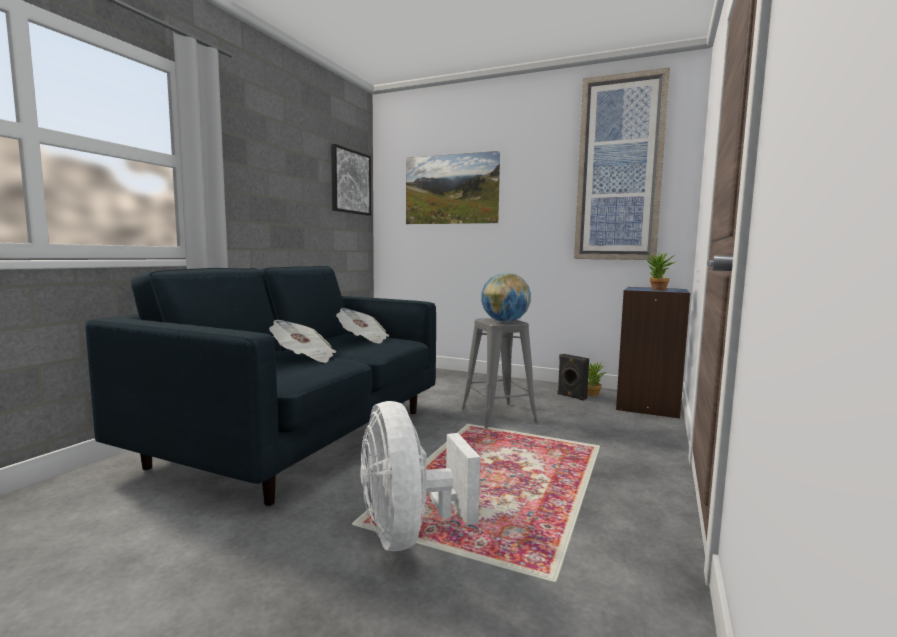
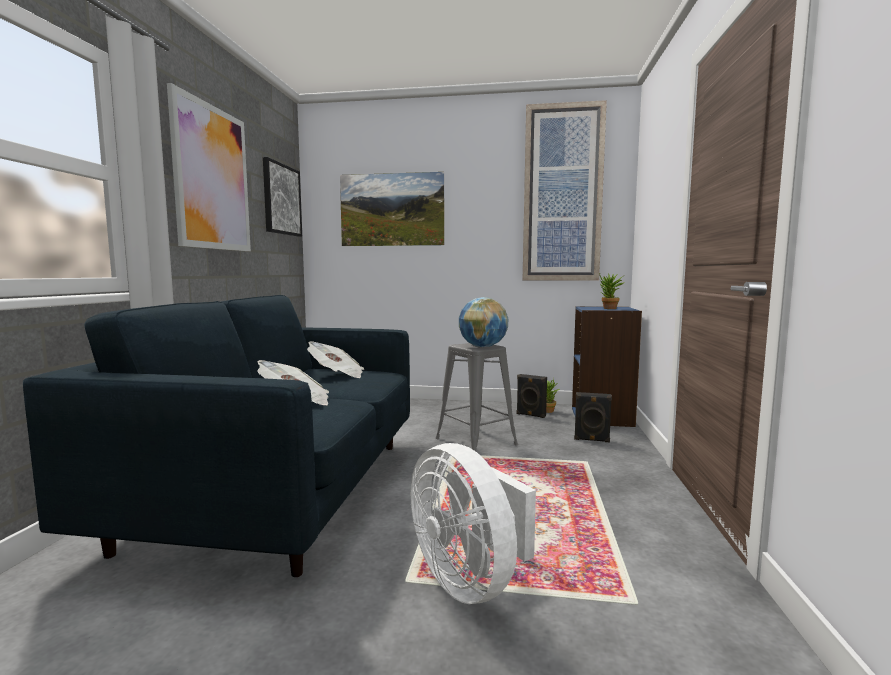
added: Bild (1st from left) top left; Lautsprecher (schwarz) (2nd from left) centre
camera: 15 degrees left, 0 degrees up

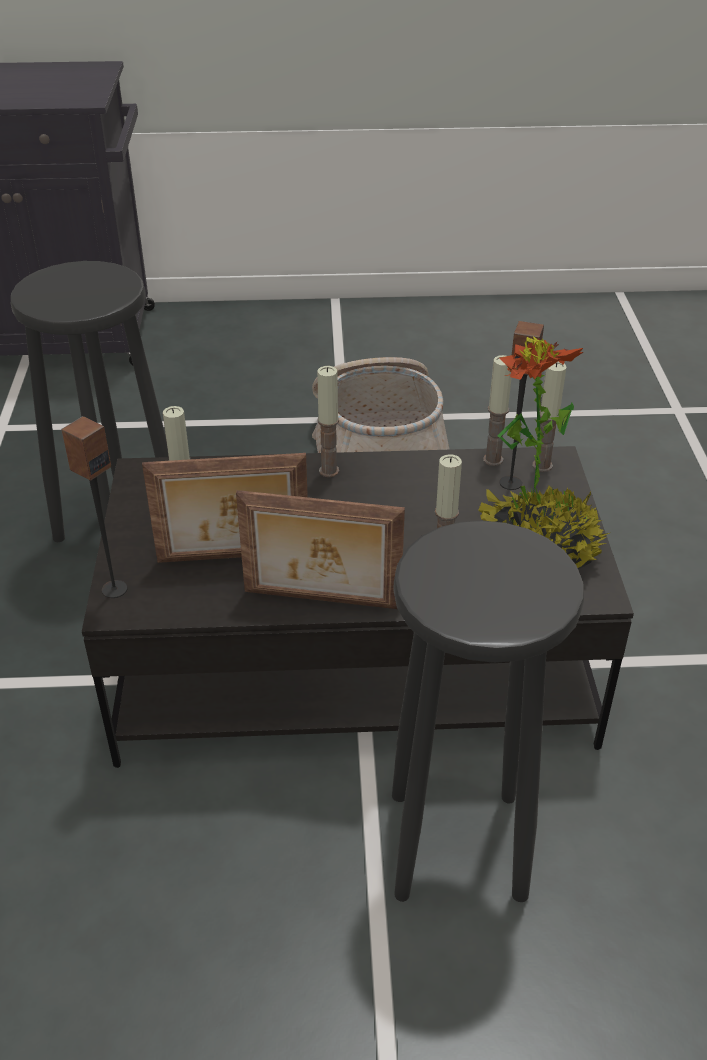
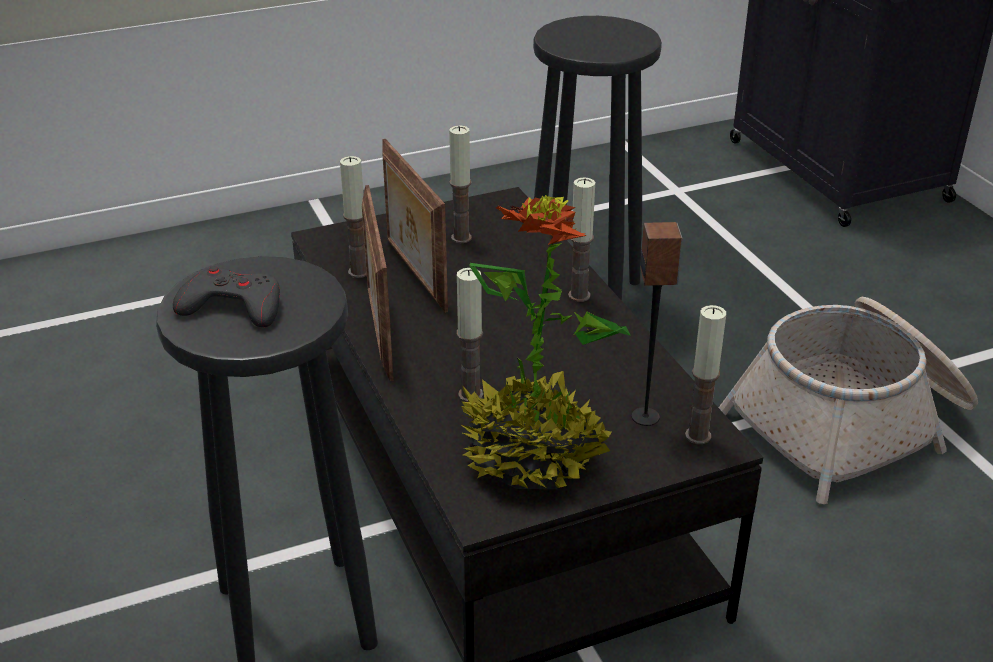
removed: Lautsprecher (1st from left) middle left
added: Gamepad (grau) middle left
moved: Kerze (4th from left in the first image) middle right to Kerze (1st from left) top centre
camera: 70 degrees right, 5 degrees down

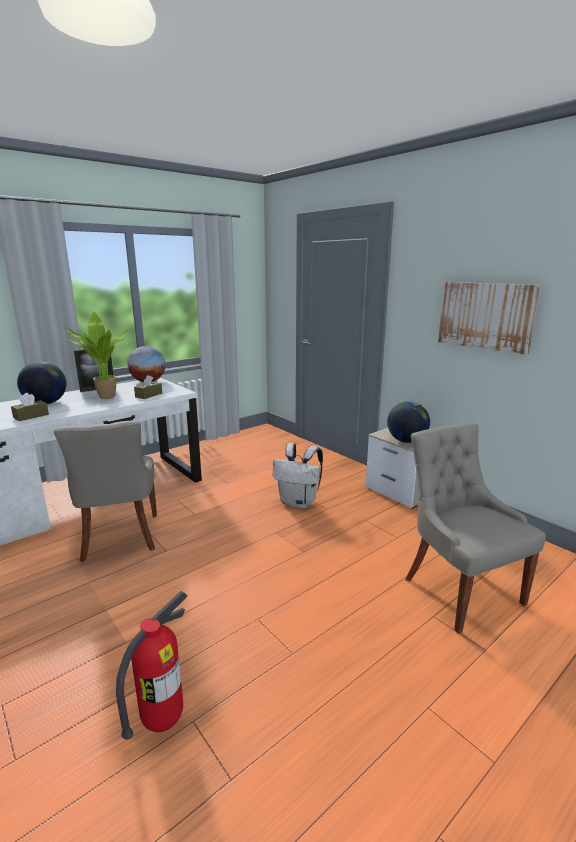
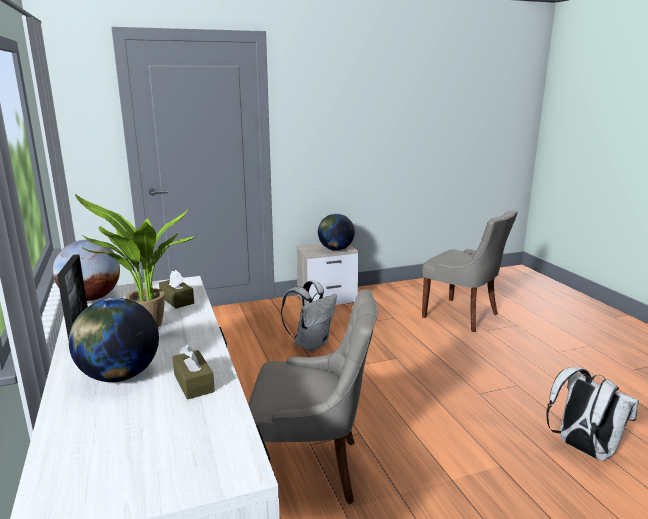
removed: Bild middle right
replaced: Feuerlöscher bottom left to Rucksack (weiß) (2nd from left) bottom right
turned: Stuhl (grau) (2nd from left) middle right = middle right 135 degrees counterclockwise
camera: 70 degrees left, 0 degrees up

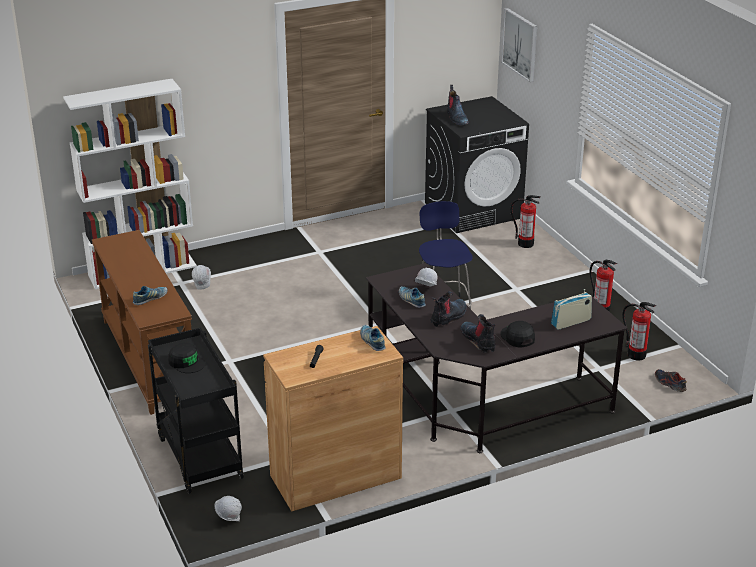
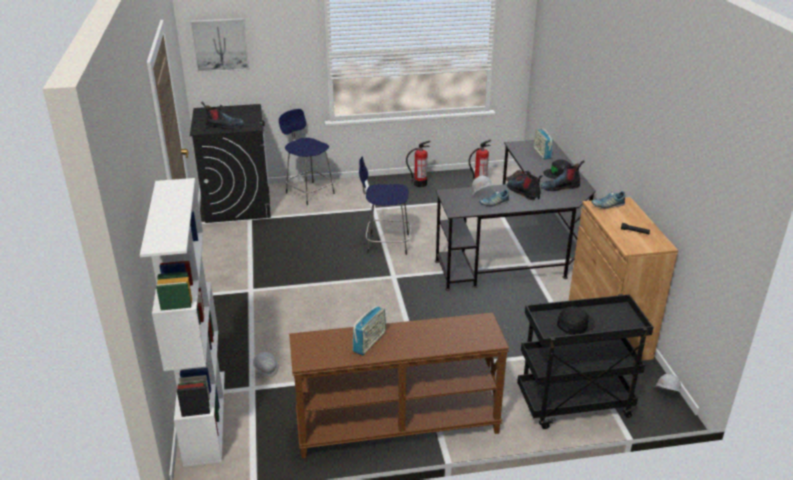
removed: Schuh (1st from left) middle left
added: Radio (1st from left) bottom centre
replaced: Feuerlöscher (1st from left) middle right to Hocker (blau) (1st from left) top centre
camera: 75 degrees left, 0 degrees up

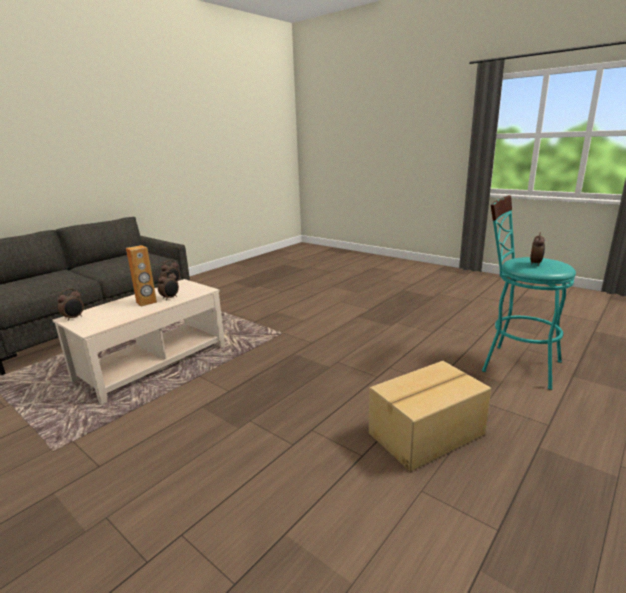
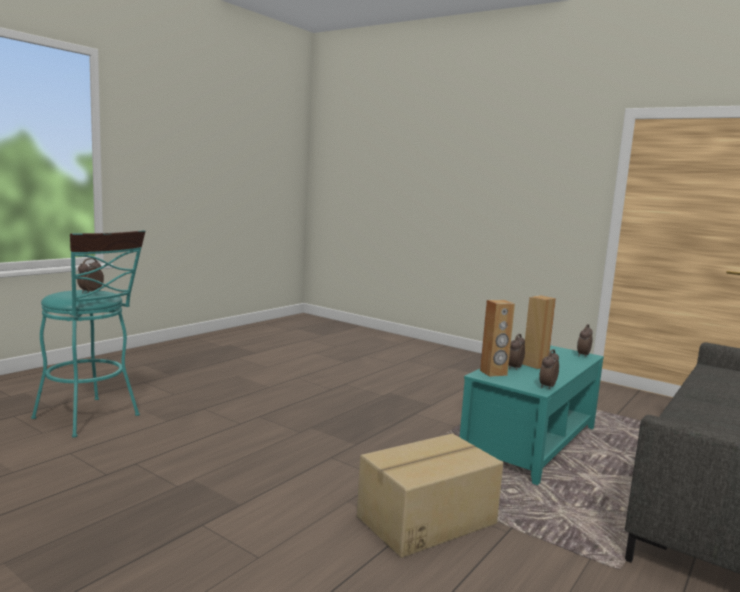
added: Lautsprecher (braun) (1st from left) middle right
moved: Karton bottom right to bottom centre
recoloured: Couchtisch (beige) middle left to Couchtisch (türkis) bottom right
camera: 175 degrees right, 10 degrees down

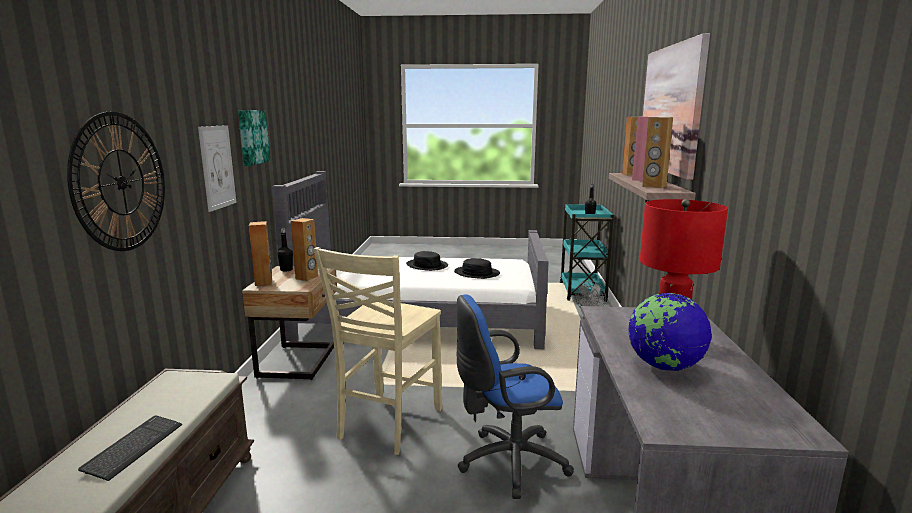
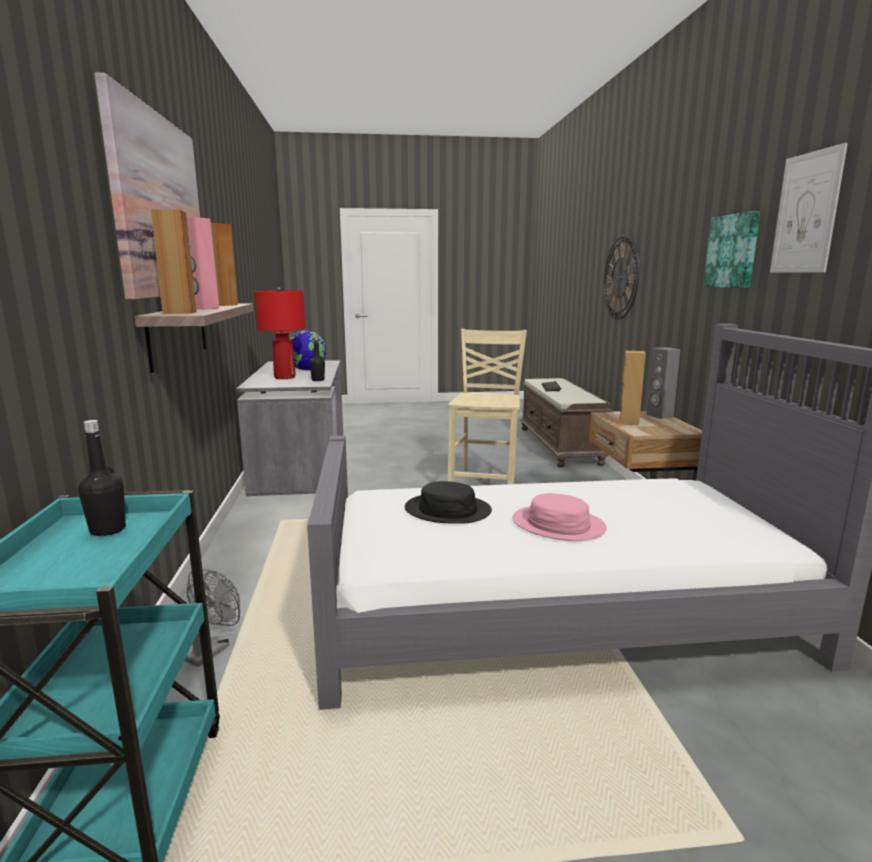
removed: Bürostuhl (blau) bottom centre
moved: Flasche (schwarz) (1st from left in the first image) middle left to Flasche (schwarz) (2nd from left) centre; Bild (1st from left in the first image) top left to Bild (3rd from left) top right
recoloured: Hut (schwarz) (1st from left) centre to Hut (rosa) centre; Lautsprecher (braun) (1st from left) middle left to Lautsprecher (grau) middle right
camera: 170 degrees right, 0 degrees up

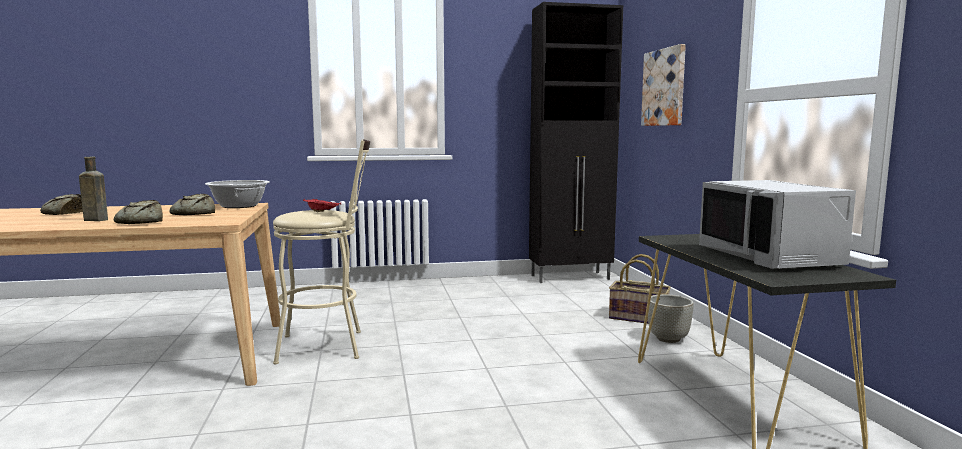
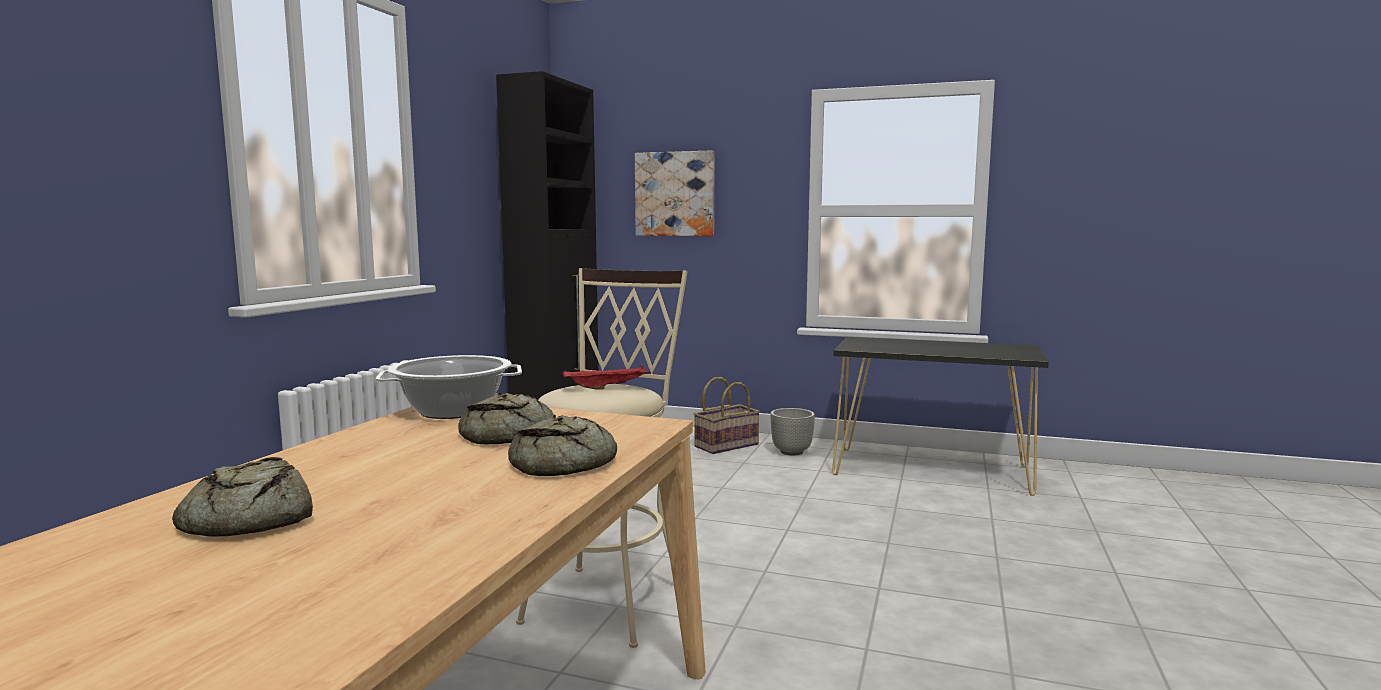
removed: Flasche (braun) middle left; Mikrowelle (grau) middle right
camera: 60 degrees left, 0 degrees up

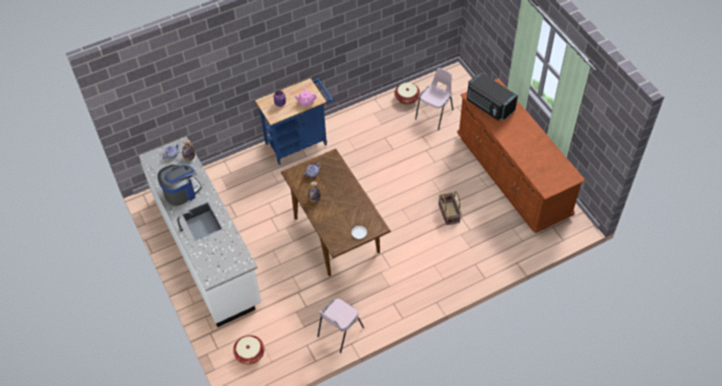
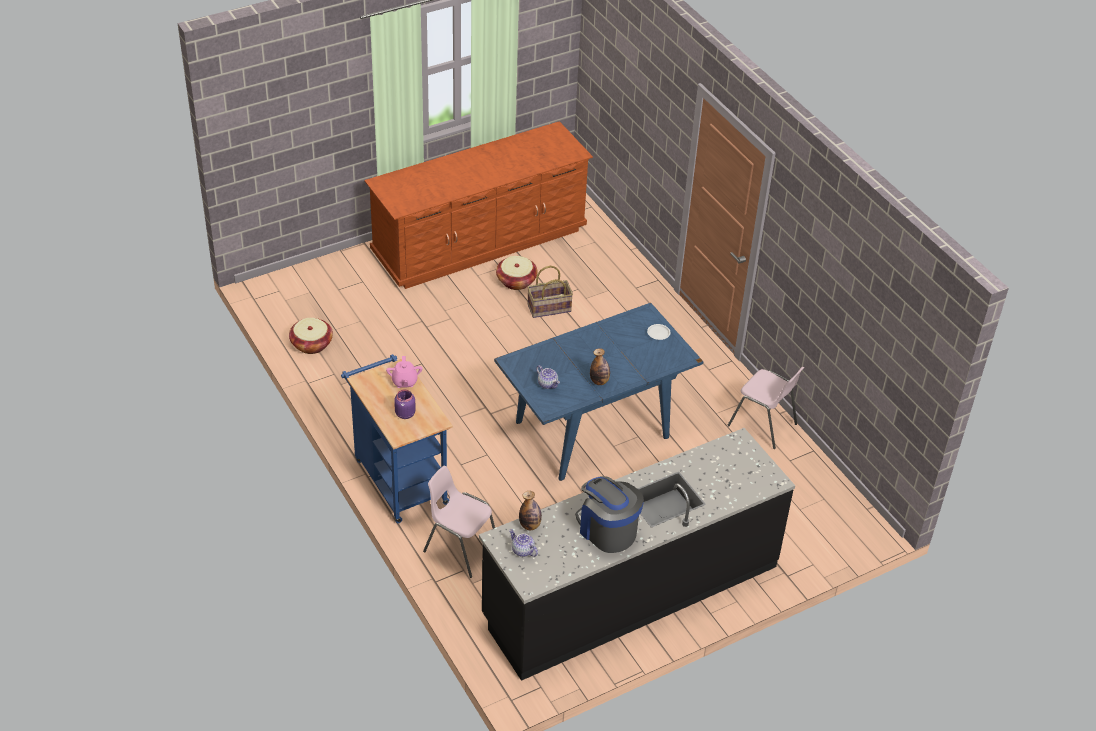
removed: Mikrowelle (schwarz) top right
moved: Stuhl (rosa) (2nd from left in the first image) top centre to Stuhl (rosa) (1st from left) bottom centre; Korb (1st from left in the first image) bottom centre to Korb (2nd from left) centre
recoloured: Küchenzeile (weiß) middle left to Küchenzeile (schwarz) bottom centre; Esstisch (braun) centre to Esstisch (blau) centre
camera: 95 degrees left, 10 degrees down

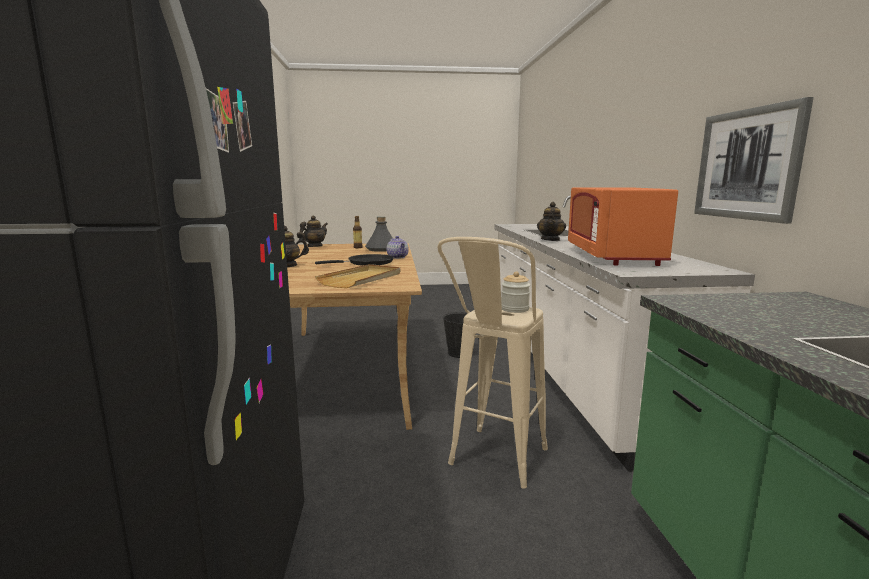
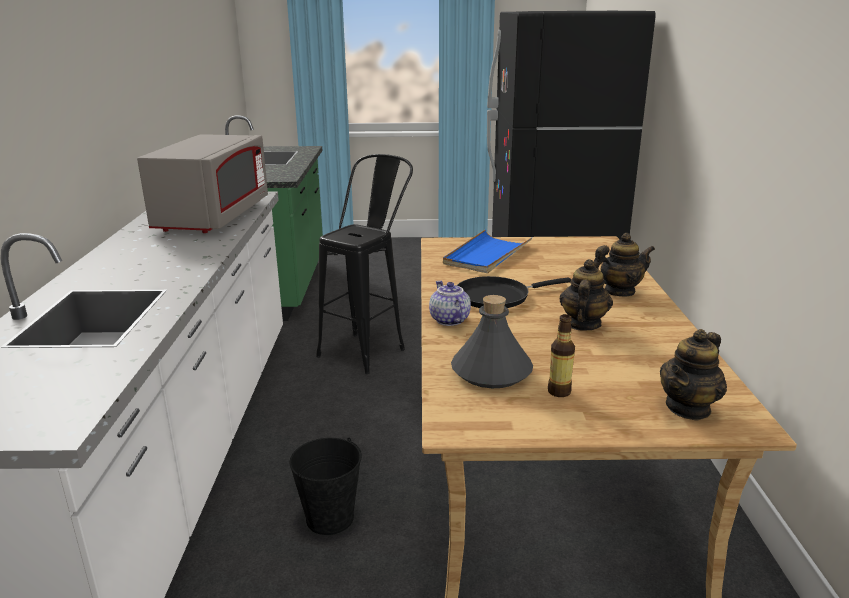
removed: Vorratsglas centre; Bild top right
moved: Teekanne (4th from left in the first image) centre to Teekanne (2nd from left) middle right
recoloured: Mikrowelle (orange) middle right to Mikrowelle (grau) top left; Hocker (beige) centre to Hocker (schwarz) centre; Tablett (beige) centre to Tablett (blau) centre
camera: 175 degrees left, 10 degrees up

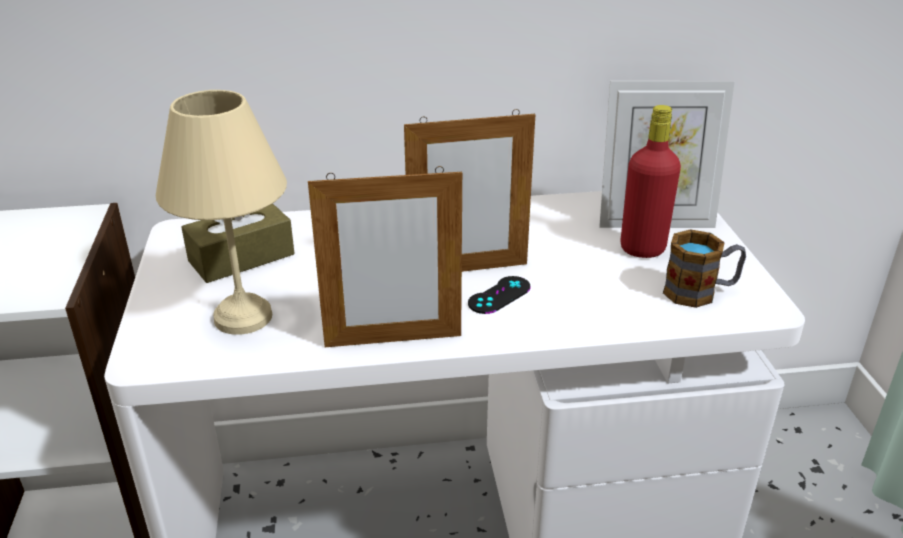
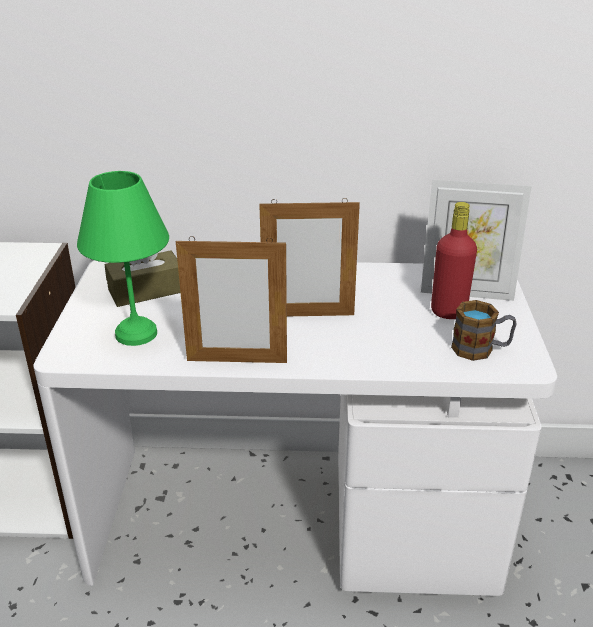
removed: Gamepad (schwarz) centre
recoloured: Tischlampe (beige) middle left to Tischlampe (grün) middle left
camera: 10 degrees right, 0 degrees up

